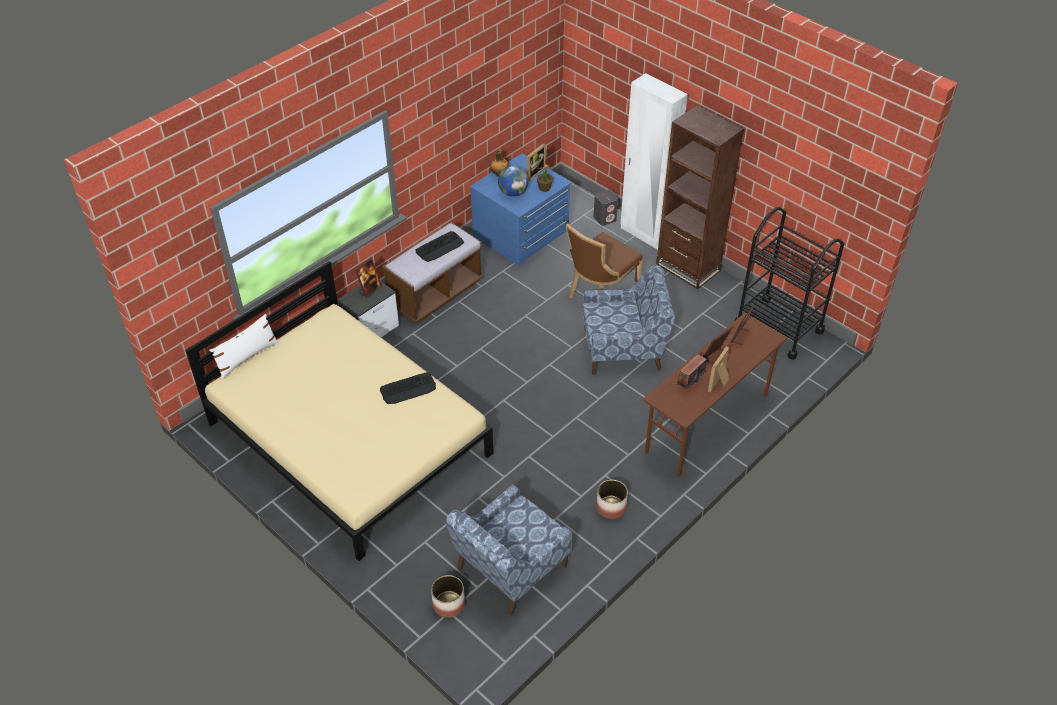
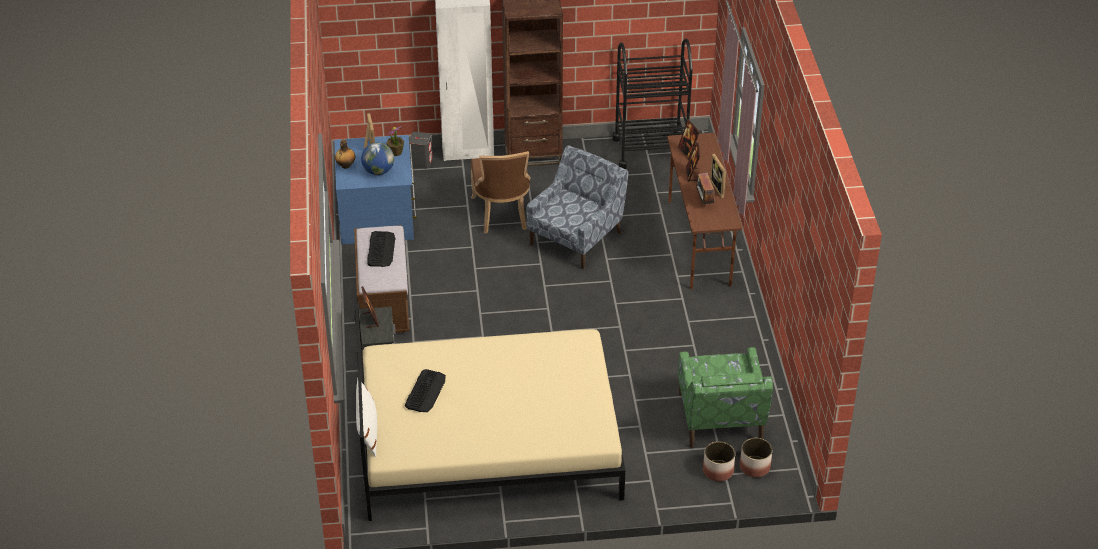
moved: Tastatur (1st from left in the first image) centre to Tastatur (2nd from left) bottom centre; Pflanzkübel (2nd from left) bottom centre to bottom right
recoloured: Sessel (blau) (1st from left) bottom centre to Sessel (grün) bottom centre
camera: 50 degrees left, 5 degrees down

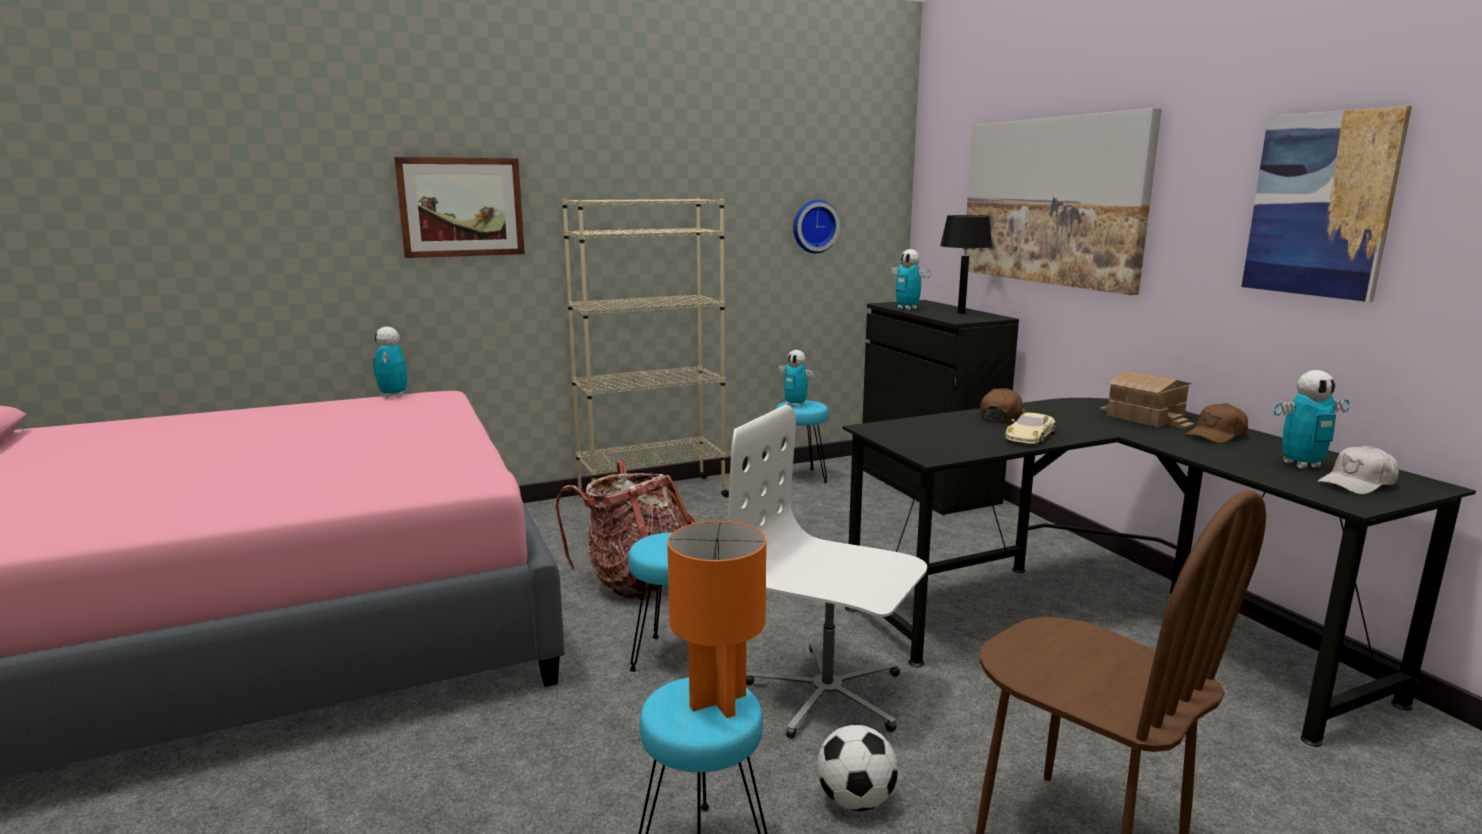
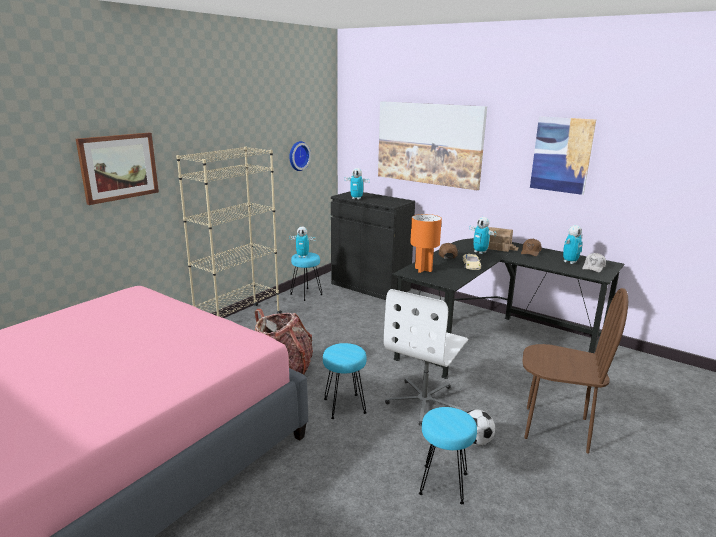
removed: Tischlampe (schwarz) top centre
moved: Tischlampe (orange) bottom centre to centre; Spielzeugroboter (1st from left in the first image) middle left to Spielzeugroboter (3rd from left) middle right
turned: Bürostuhl (weiß) bottom centre = centre 60 degrees counterclockwise
camera: 30 degrees left, 5 degrees up

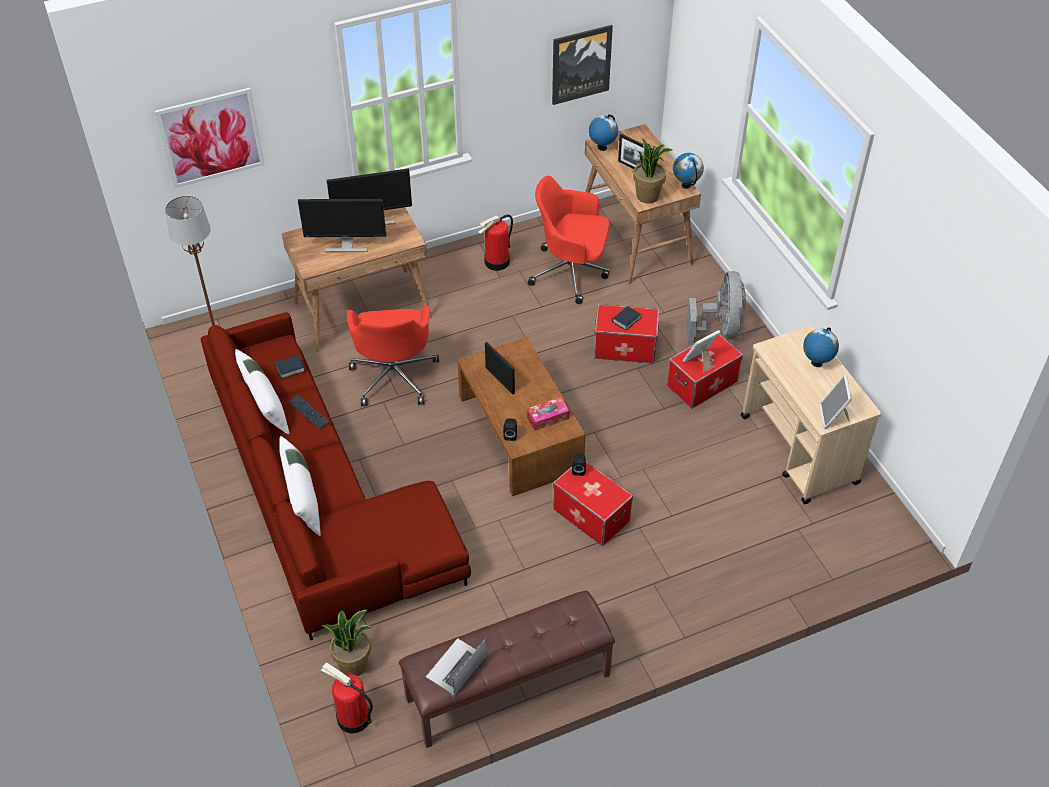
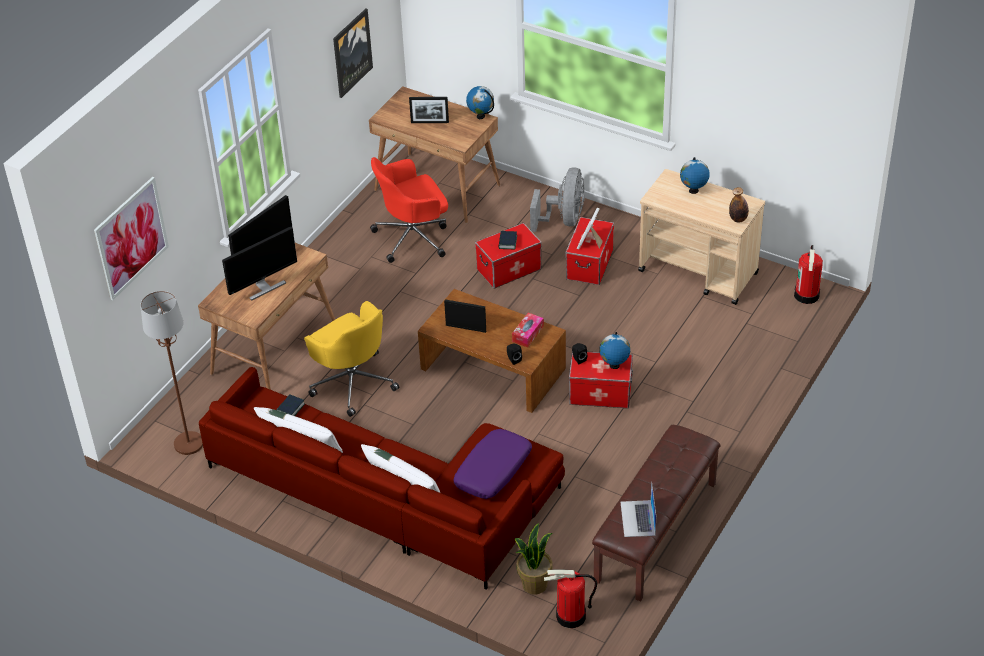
removed: Tastatur middle left; Topfpflanze (2nd from left) top centre
added: Kissen (lila) bottom centre
moved: Globus (1st from left in the first image) top centre to Globus (2nd from left) centre; Feuerlöscher (2nd from left) top centre to middle right
replaced: Bilderrahmen (4th from left) middle right to Flasche top right
recoloured: Bürostuhl (rot) (1st from left) centre to Bürostuhl (gelb) centre
turned: Ventilator (grau) middle right = top centre 45 degrees clockwise
camera: 35 degrees left, 5 degrees down

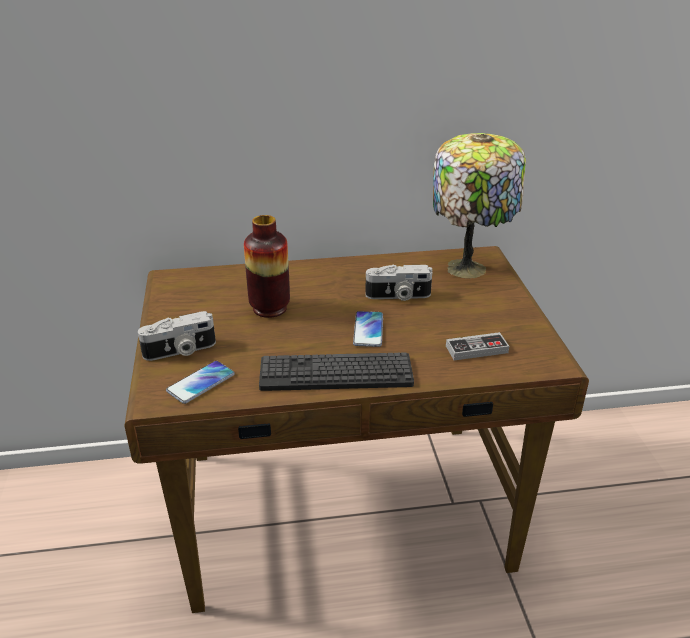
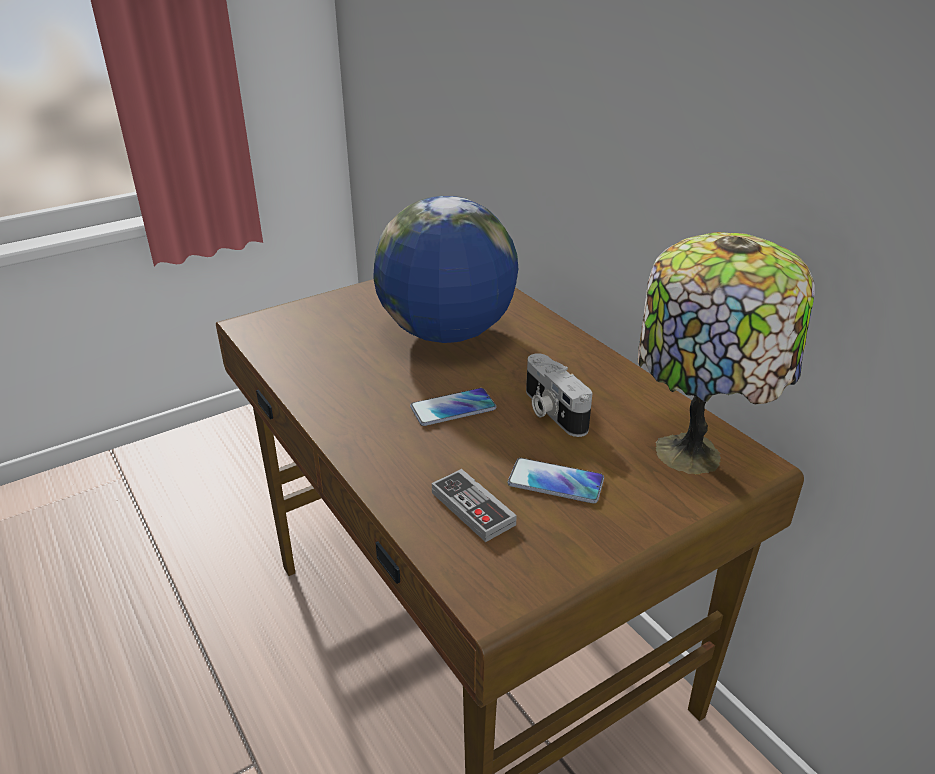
removed: Kamera (1st from left) middle left; Tastatur centre
moved: Handy (1st from left in the first image) middle left to Handy (2nd from left) centre
replaced: Vase centre to Globus centre
camera: 65 degrees right, 0 degrees up

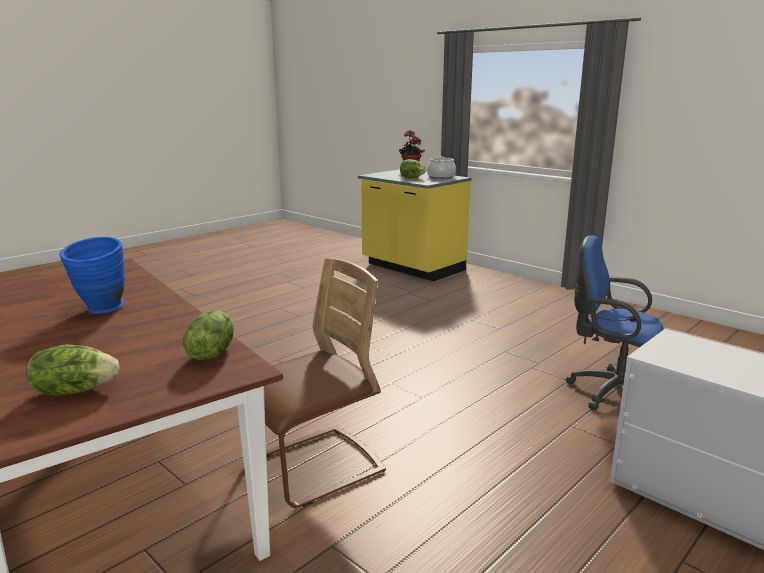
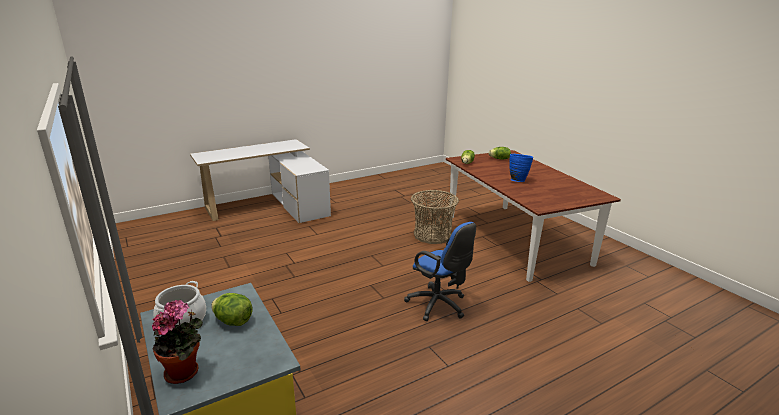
moved: Bürostuhl (blau) middle right to centre
replaced: Stuhl (braun) bottom centre to Korb centre
camera: 165 degrees left, 5 degrees up

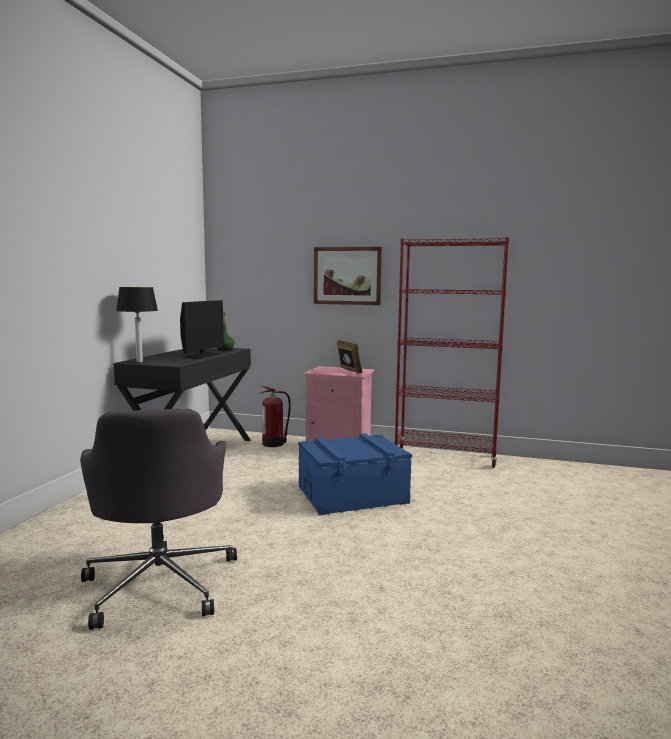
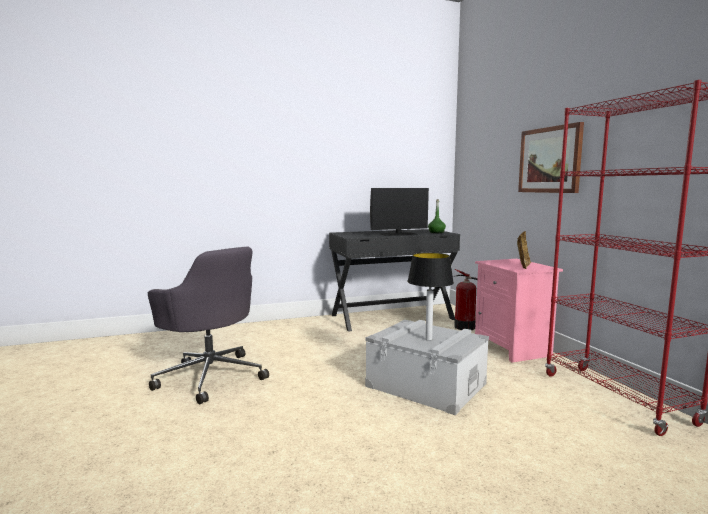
moved: Tischlampe middle left to centre
recoloured: Aufbewahrungsbox (blau) centre to Aufbewahrungsbox (grau) bottom centre
turned: Bürostuhl (grau) bottom left = middle left 90 degrees counterclockwise
camera: 55 degrees right, 0 degrees up

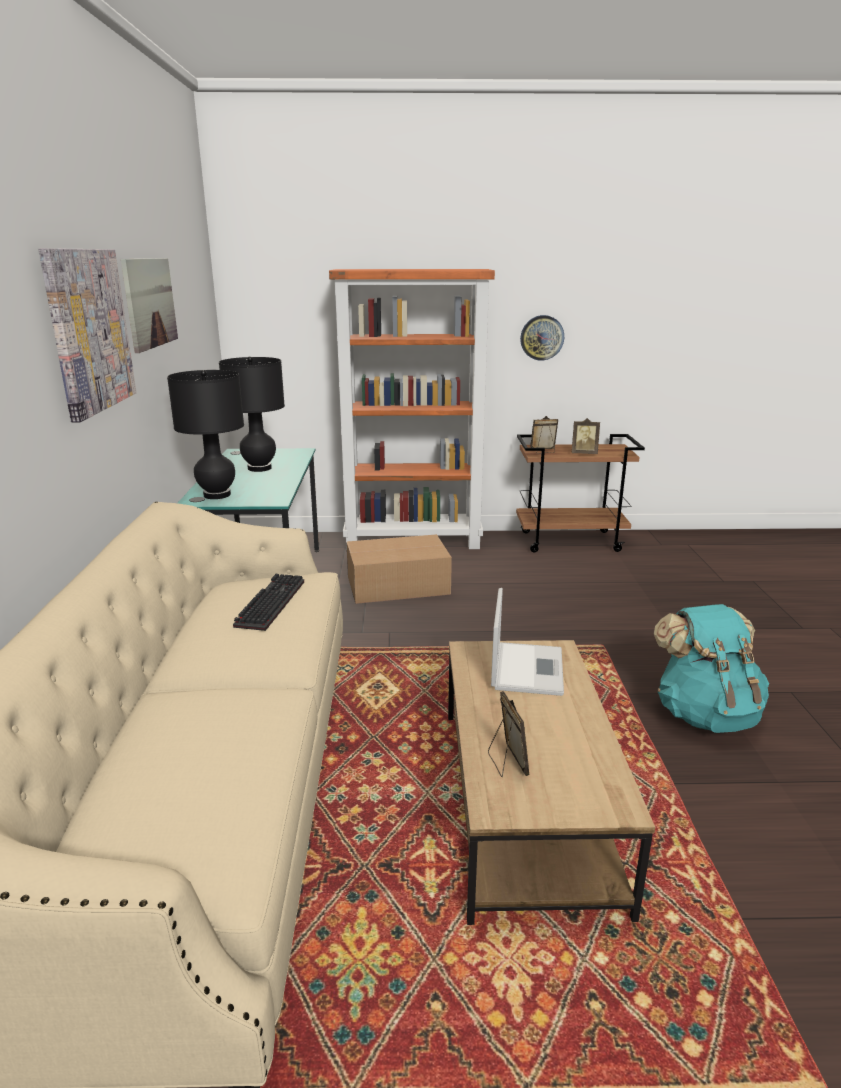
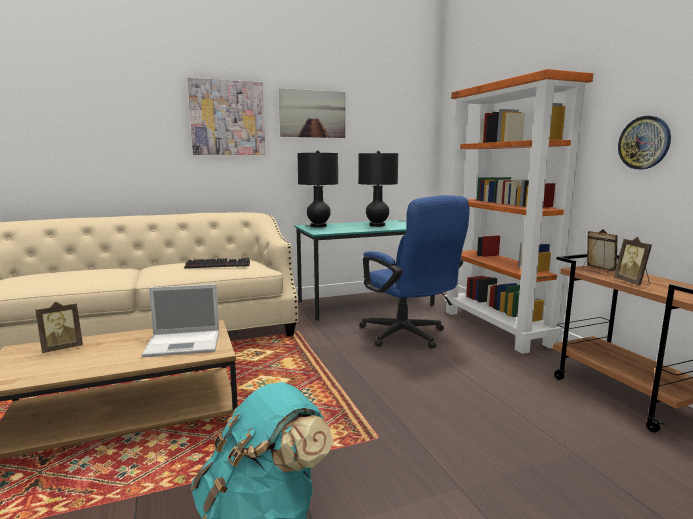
replaced: Karton centre to Bürostuhl (blau) centre
camera: 70 degrees right, 10 degrees down

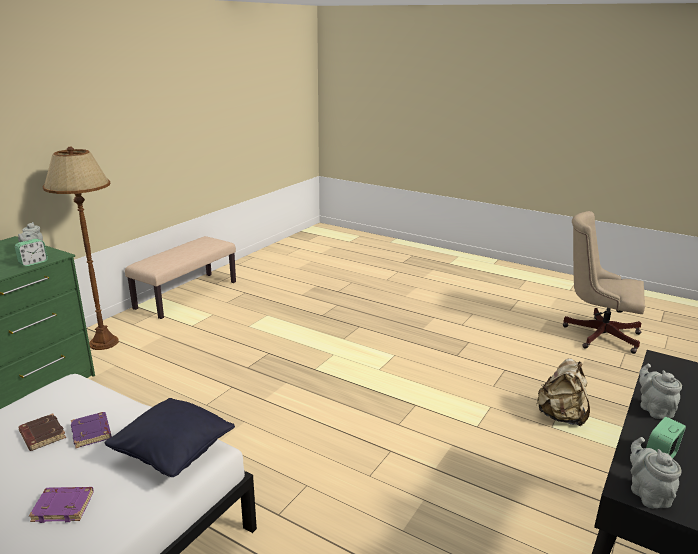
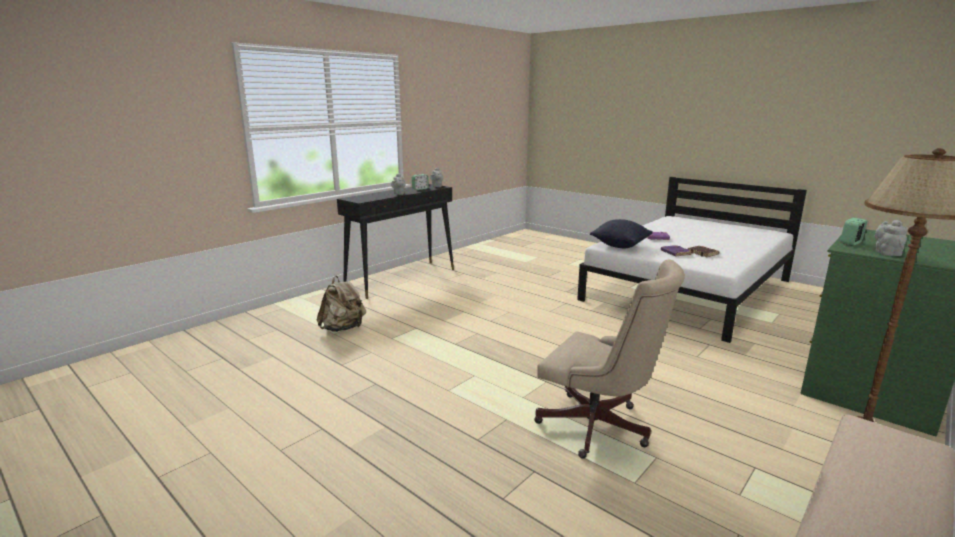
moved: Bürostuhl (beige) middle right to bottom centre
camera: 170 degrees left, 5 degrees down

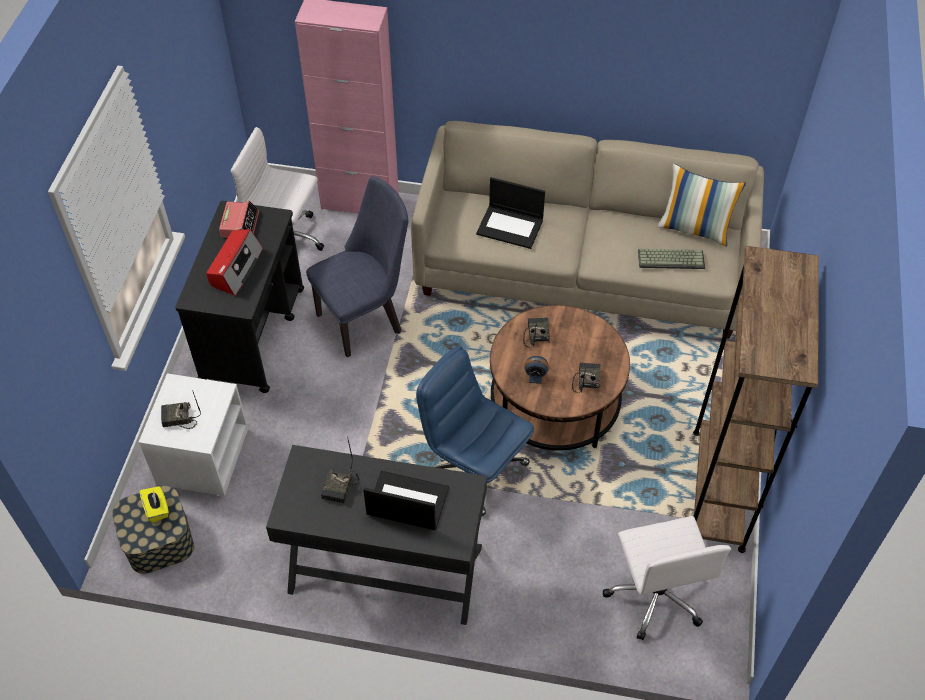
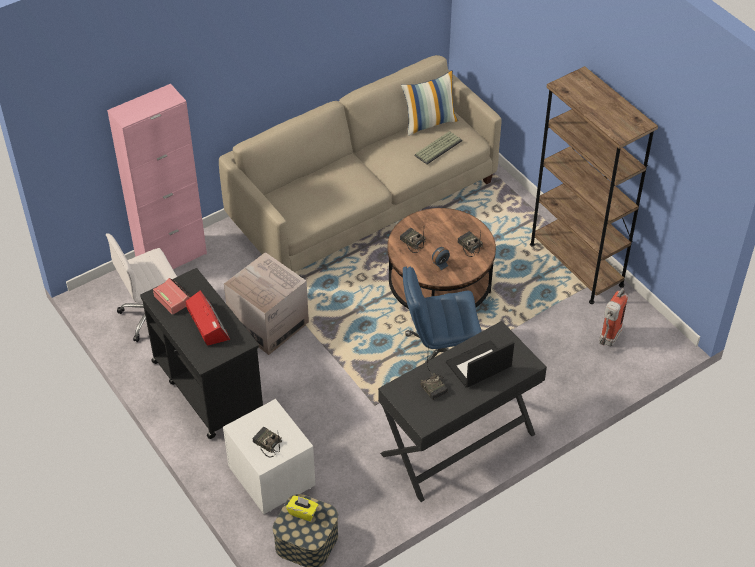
removed: Laptop (2nd from left) top centre
replaced: Stuhl (blau) centre to Karton centre; Bürostuhl (weiß) (2nd from left) bottom right to Feuerlöscher middle right
turned: Radio (1st from left in the first image) middle left = bottom centre 90 degrees clockwise
camera: 45 degrees left, 5 degrees down

